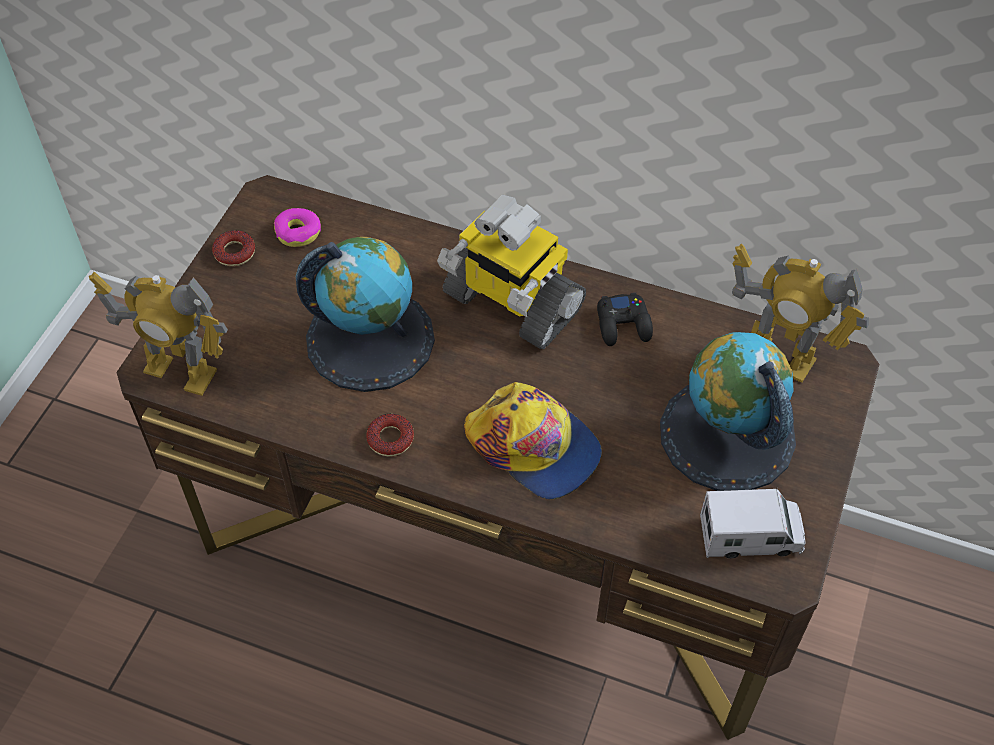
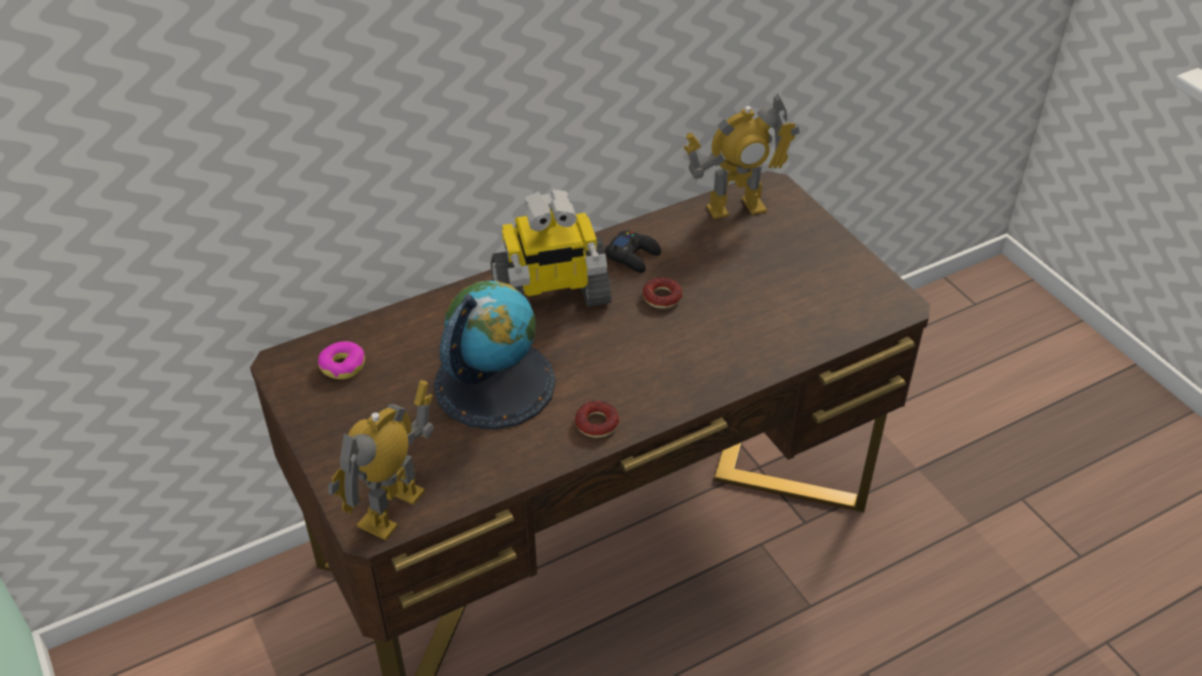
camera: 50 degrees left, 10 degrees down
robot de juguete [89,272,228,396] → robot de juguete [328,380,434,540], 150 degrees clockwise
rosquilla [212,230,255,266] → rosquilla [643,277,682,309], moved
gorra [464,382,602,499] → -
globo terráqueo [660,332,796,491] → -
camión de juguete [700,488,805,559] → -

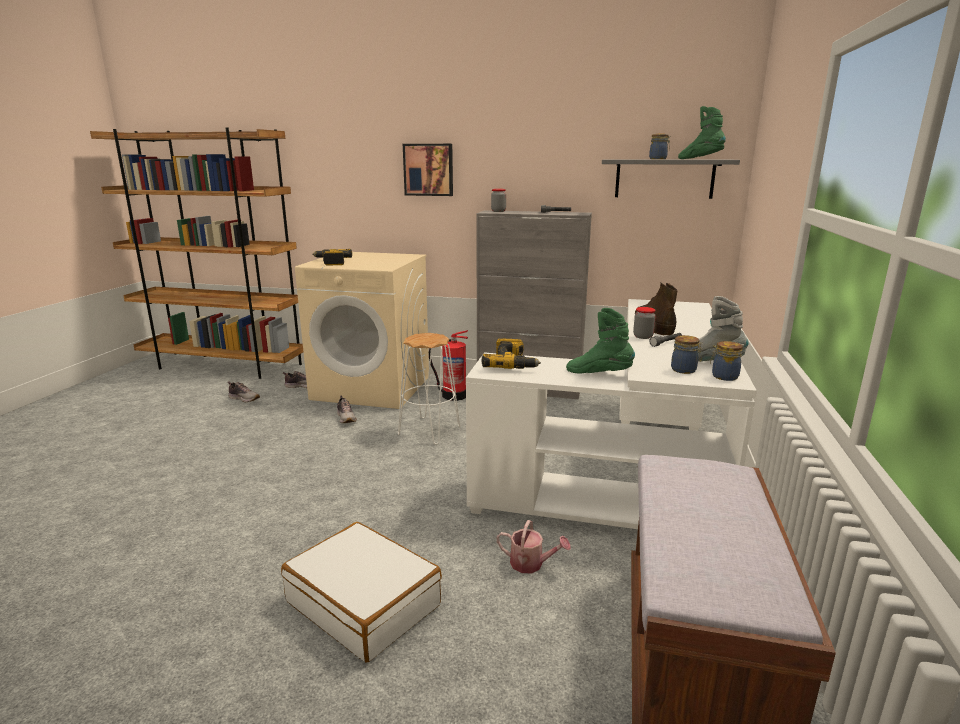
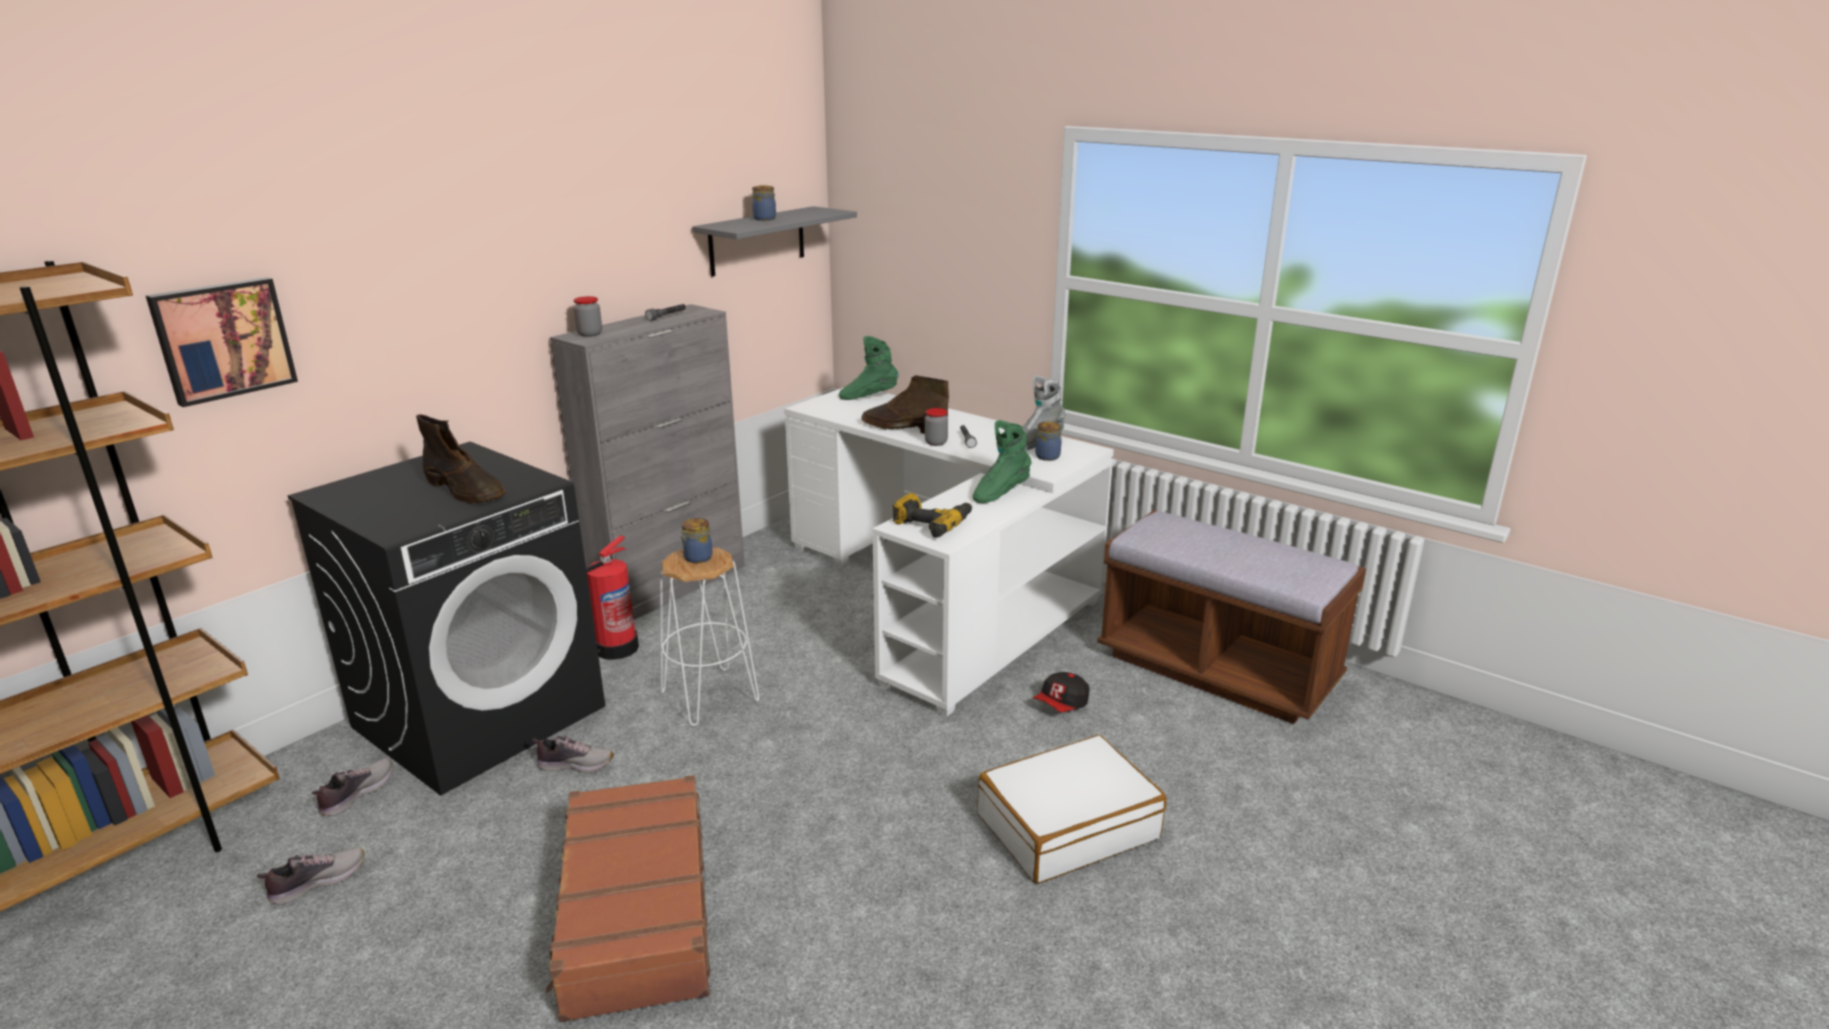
camera: 65 degrees left, 5 degrees up
cuadro [403,144,453,196] → cuadro [146,277,298,407], moved
lavadora [beis] [295,252,429,409] → lavadora [negro] [288,441,605,795]
- → bota [marrón] [416,415,506,504]
- → maleta [marrón] [546,775,710,1022]
tarro [710,341,743,381] → tarro [680,518,713,563], moved
bota [verde] [678,106,726,159] → bota [verde] [839,336,898,400], moved
regadera [496,520,571,573] → gorra [1033,672,1090,712]
taladro [312,249,352,266] → -

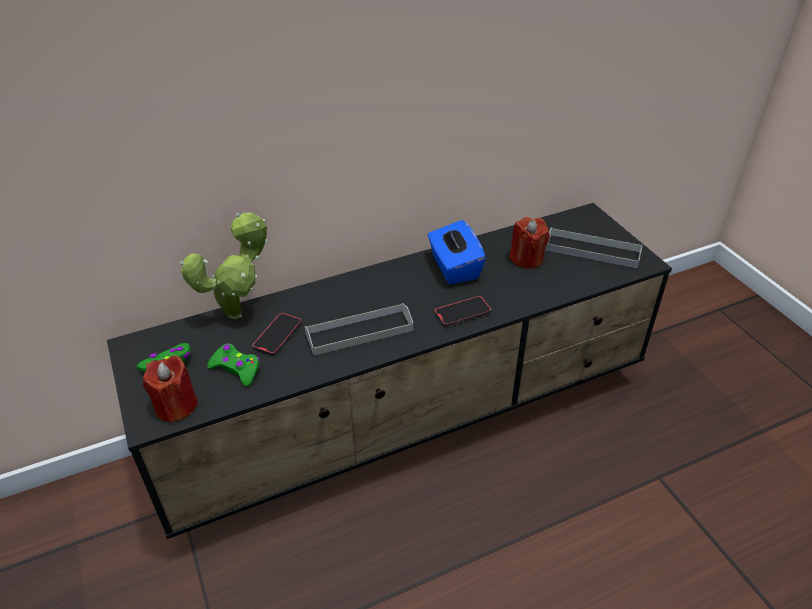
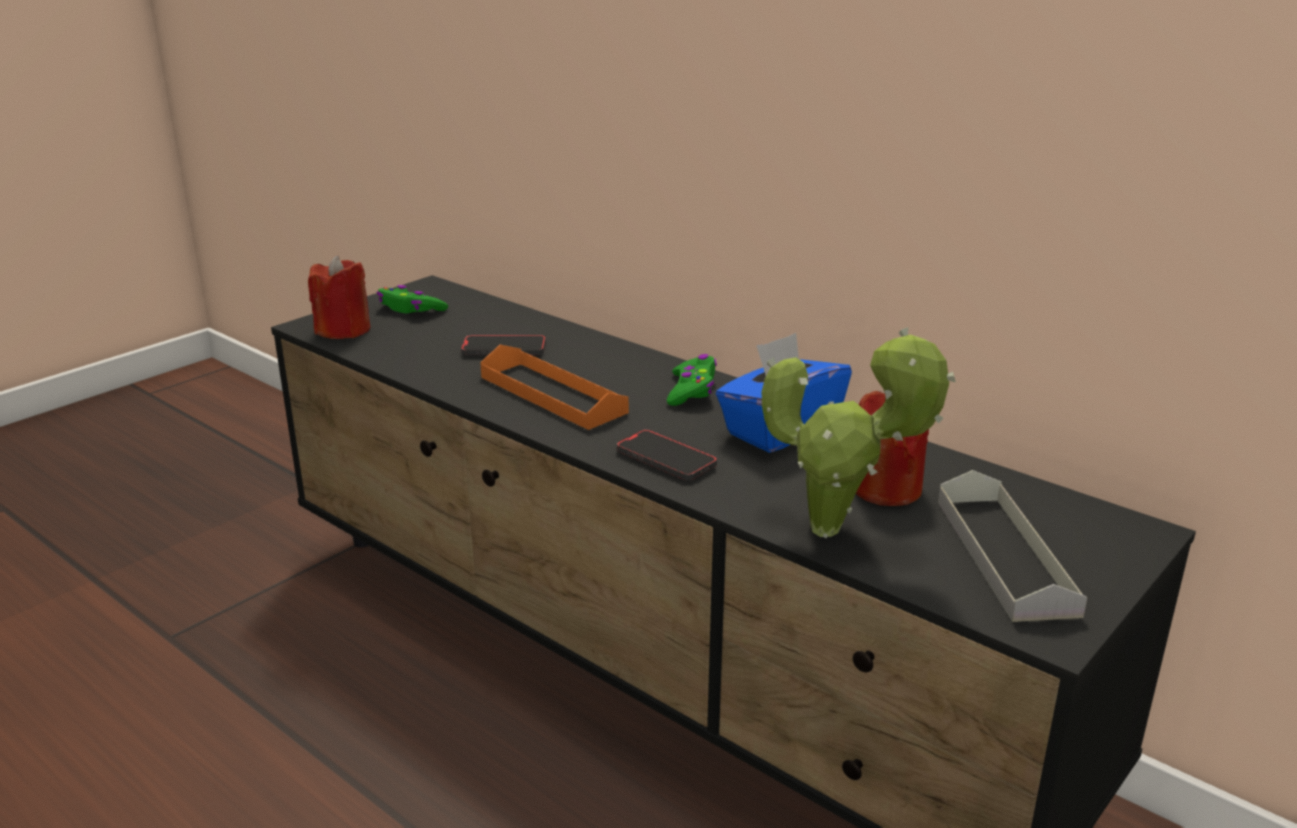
camera: 65 degrees right, 15 degrees down
bandeja [gris] [305,303,413,356] → bandeja [naranja] [480,345,629,430]
mando de consola [verde] [207,343,260,386] → mando de consola [verde] [667,354,717,406], moved
planta en maceta [180,212,267,319] → planta en maceta [762,327,956,538], moved

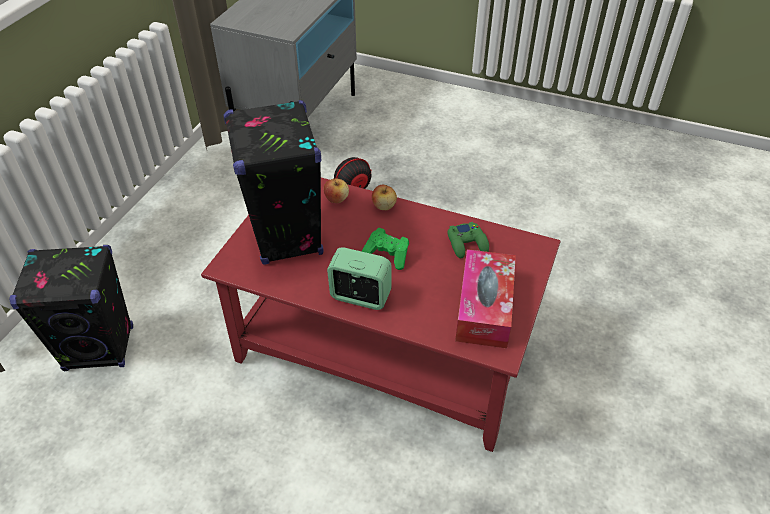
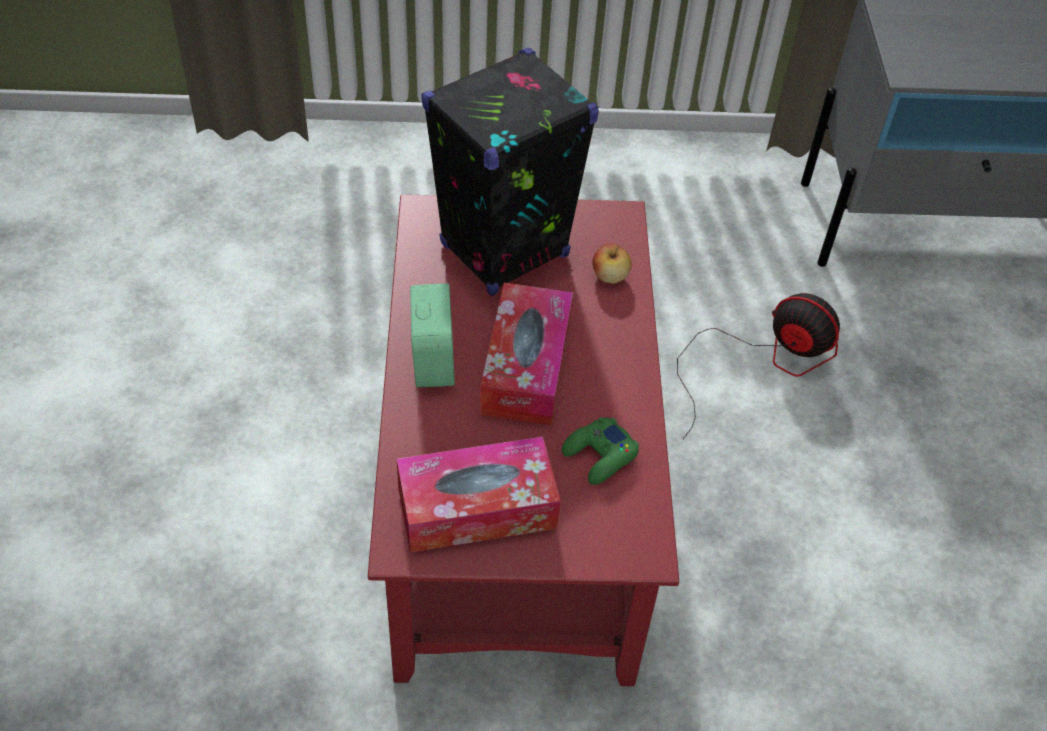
camera: 65 degrees right, 5 degrees up
mando de consola [verde] [362,228,409,270] → caja de pañuelos [480,282,573,426]
altavoz [negro] [9,245,133,371] → -
manzana [372,185,397,210] → -

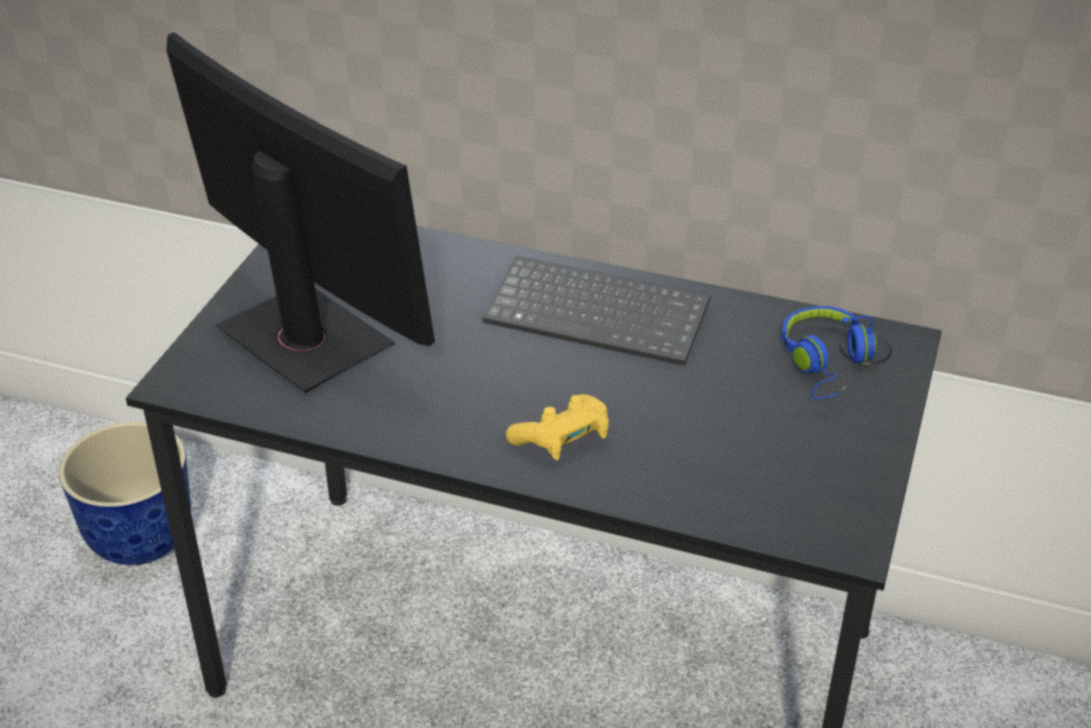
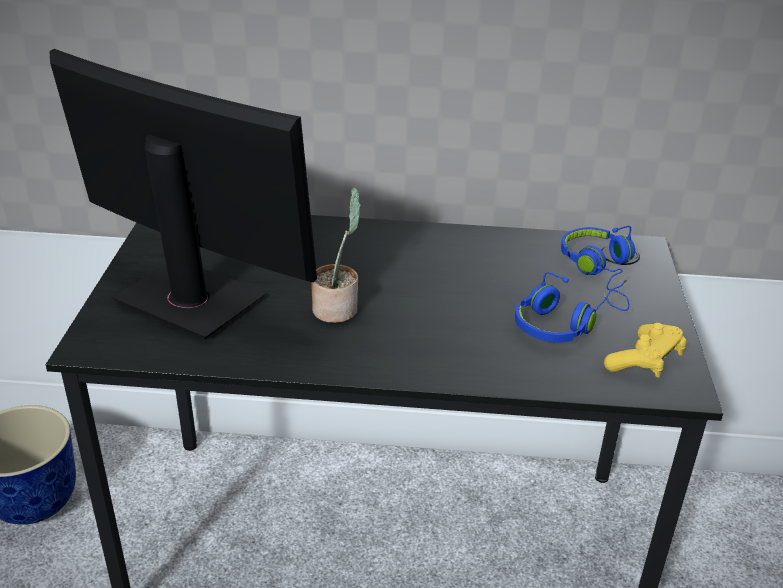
camera: 15 degrees left, 5 degrees down
- → planta en maceta [311,188,361,323]
- → auriculares [azul] [515,272,630,343]
mando de consola [amarillo] [506,394,609,460] → mando de consola [amarillo] [604,323,686,378], moved
teclado [482,256,710,366] → -

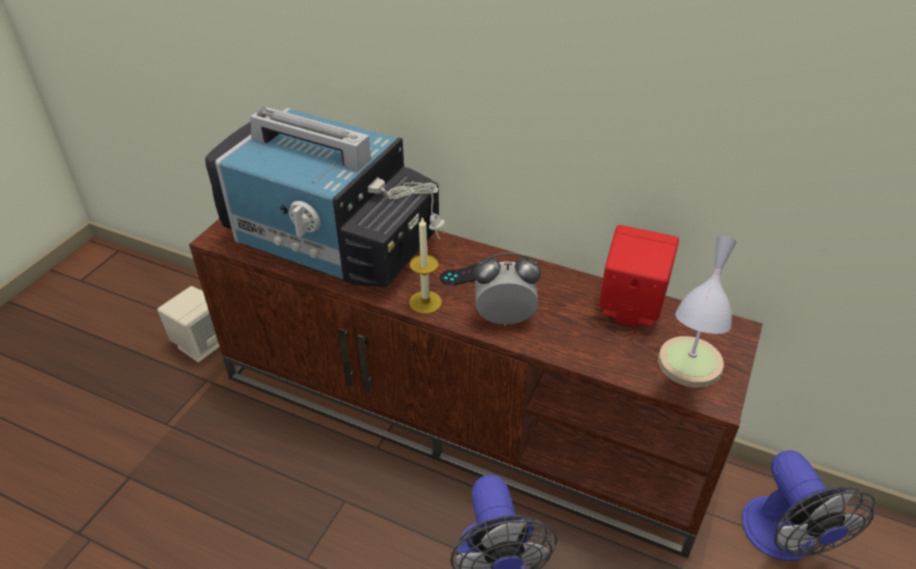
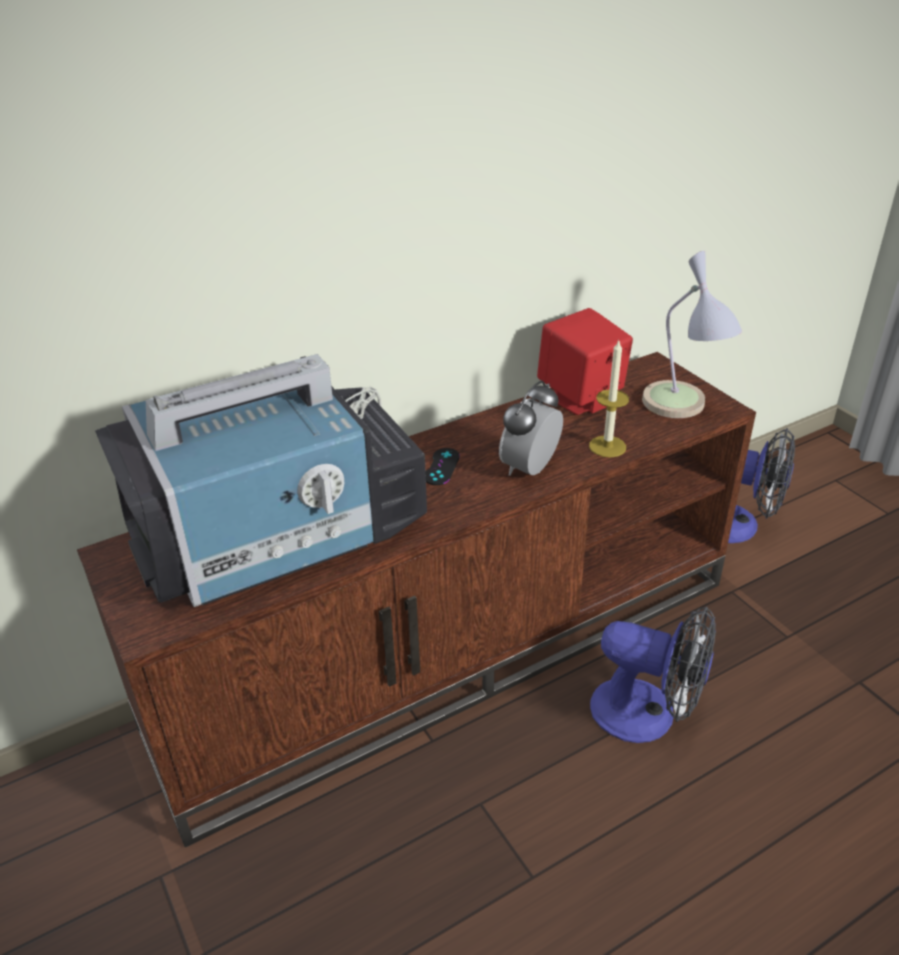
camera: 55 degrees left, 5 degrees down
vela [409,216,442,314] → vela [589,341,629,458], moved
altavoz [beis] [157,286,219,363] → -

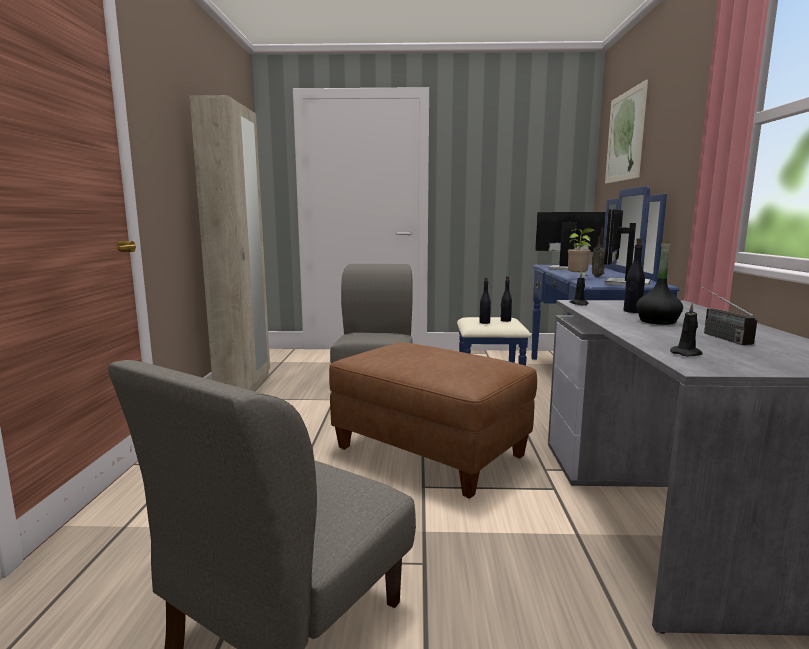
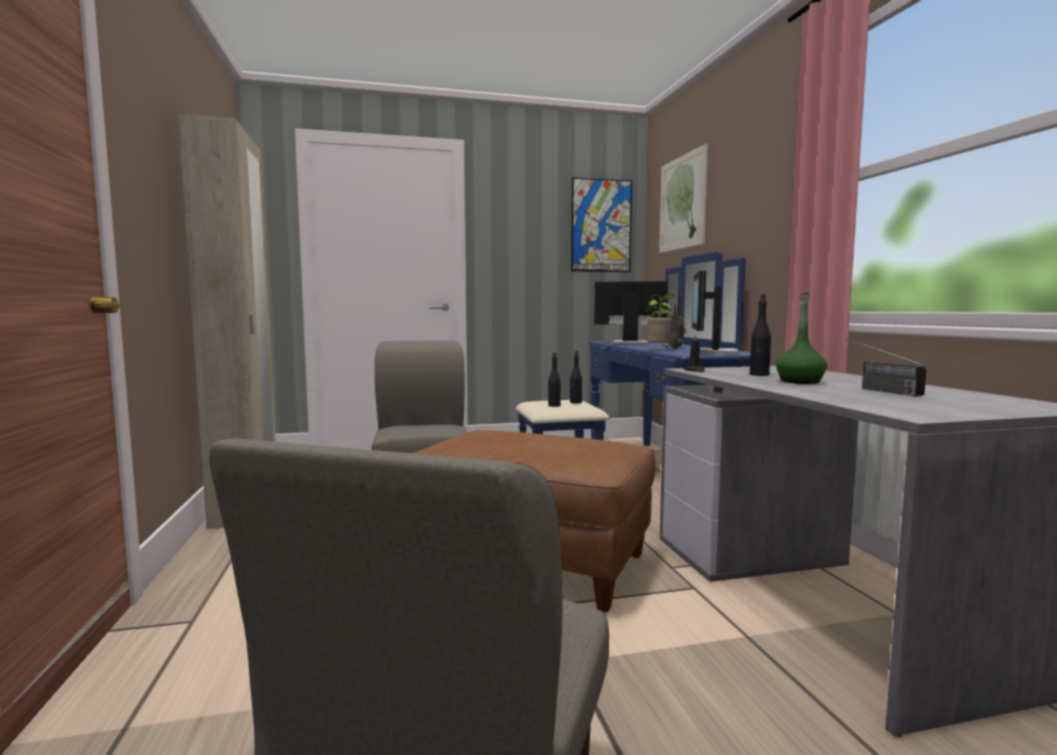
camera: 15 degrees left, 5 degrees down
- → cuadro [571,177,632,272]
botella [negro] [636,241,683,325] → botella [verde] [776,292,827,384]
vela [negro] [670,302,703,356] → -

